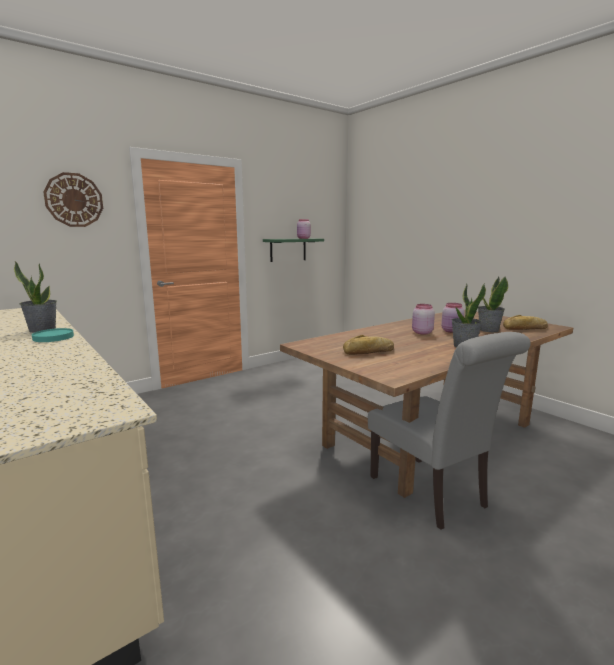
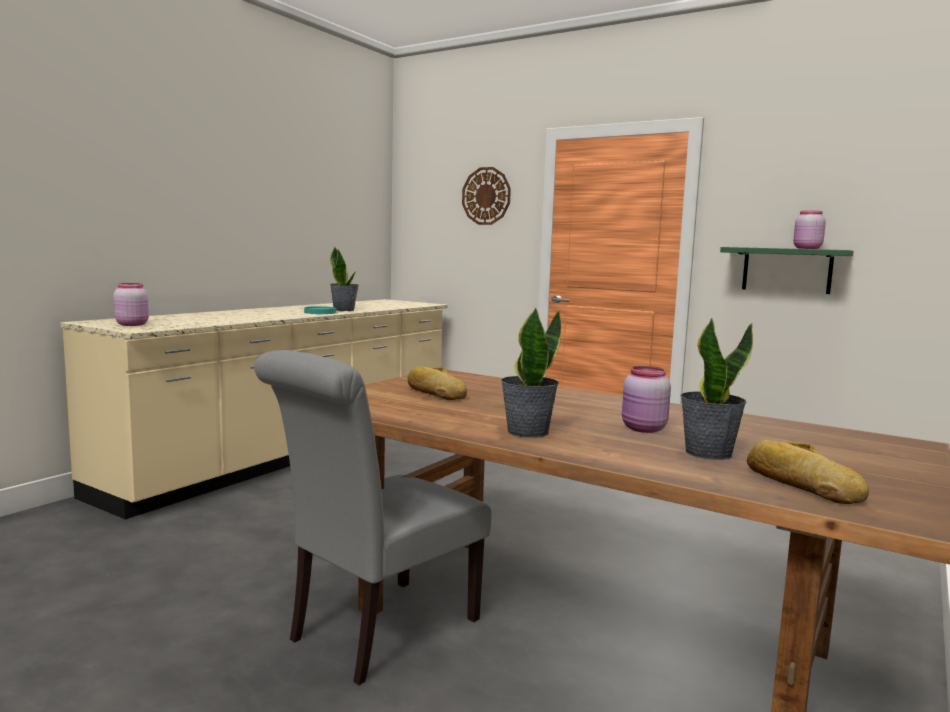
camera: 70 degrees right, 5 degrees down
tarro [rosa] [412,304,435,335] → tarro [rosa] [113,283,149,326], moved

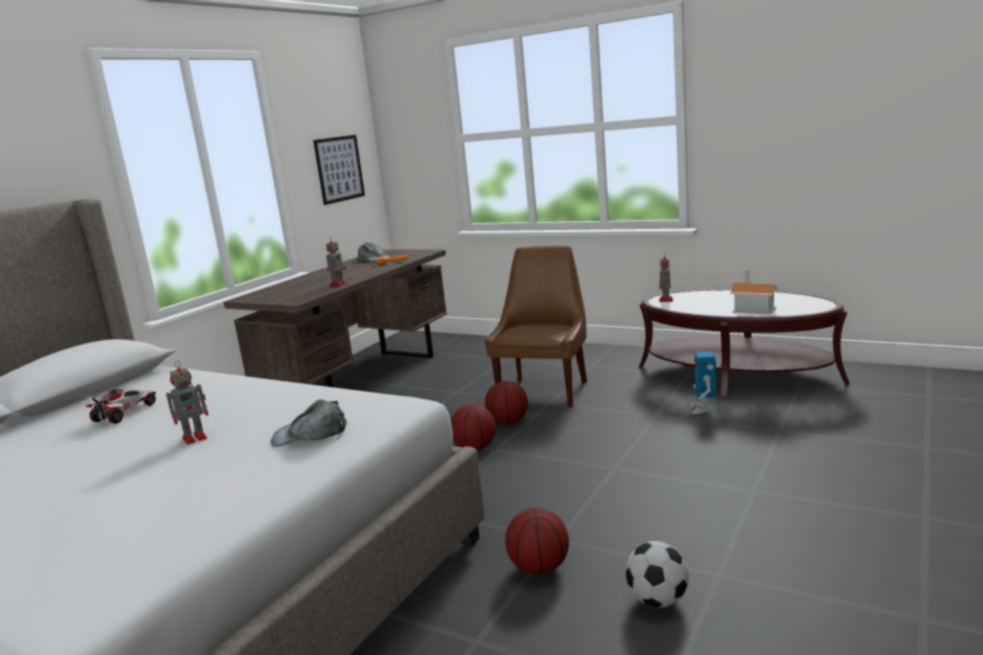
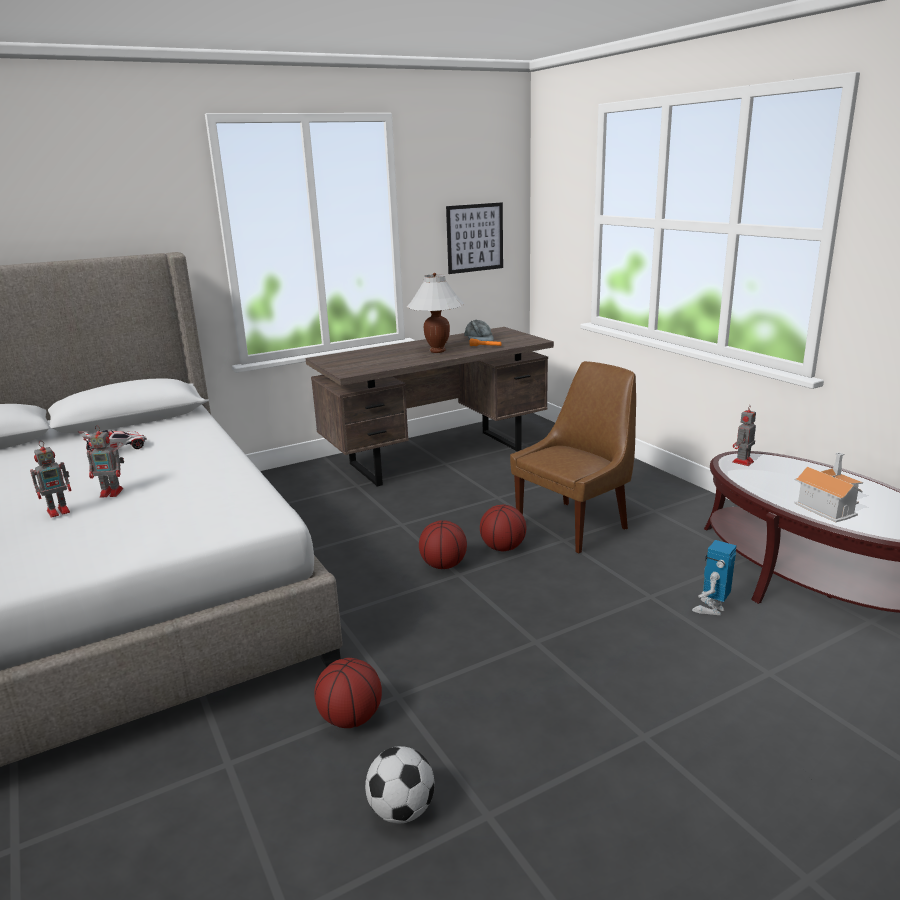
camera: 30 degrees right, 5 degrees up
robot de juguete [326,237,347,286] → robot de juguete [30,441,72,518], moved
- → lámpara de mesa [blanco] [407,273,464,353]
gorra [gris] [271,400,347,447] → -

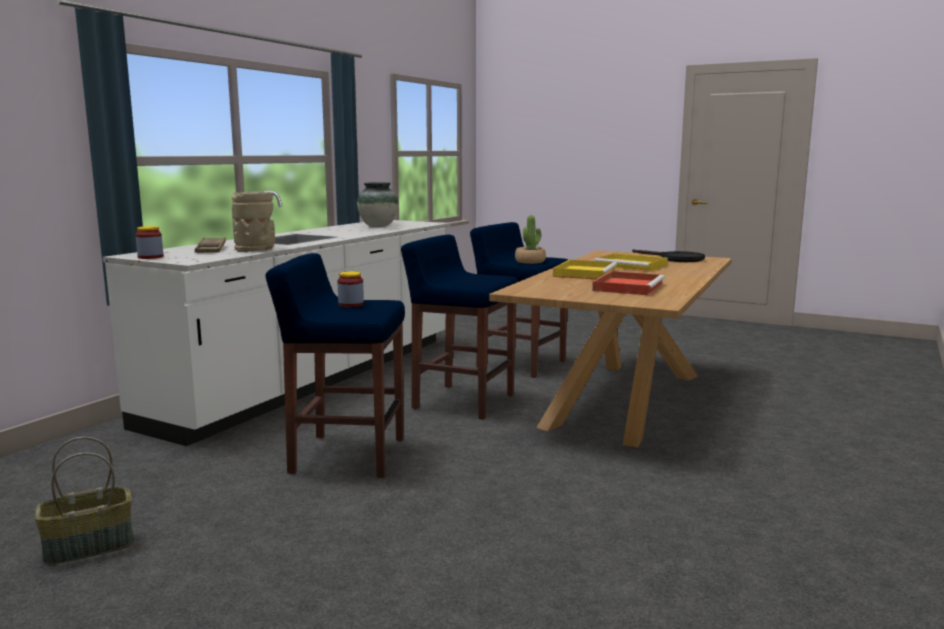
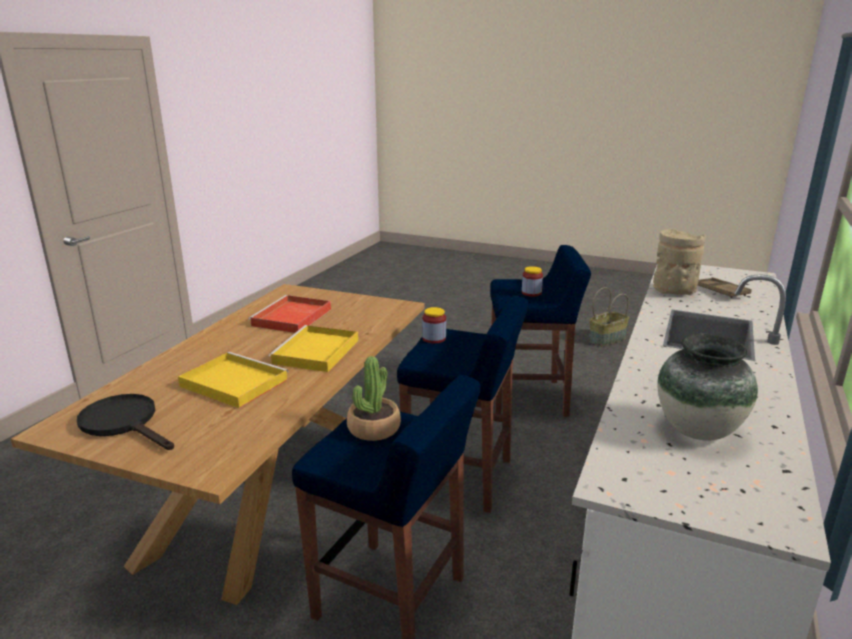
camera: 175 degrees right, 10 degrees up
tarro [136,226,163,259] → tarro [422,307,446,343], moved

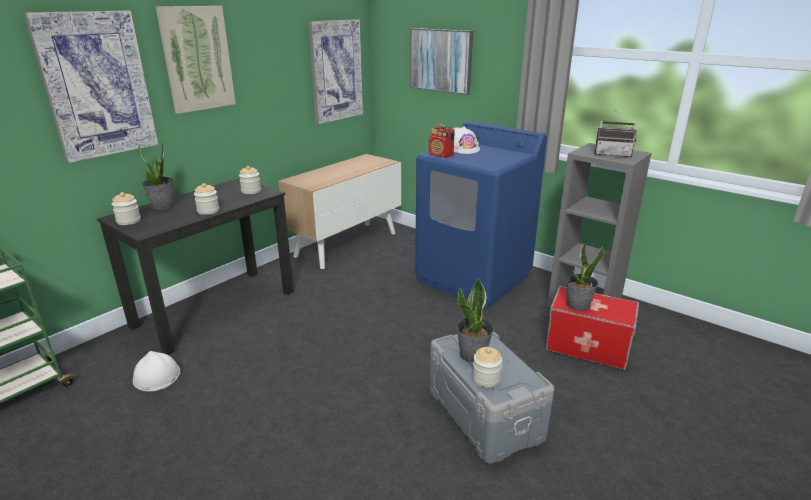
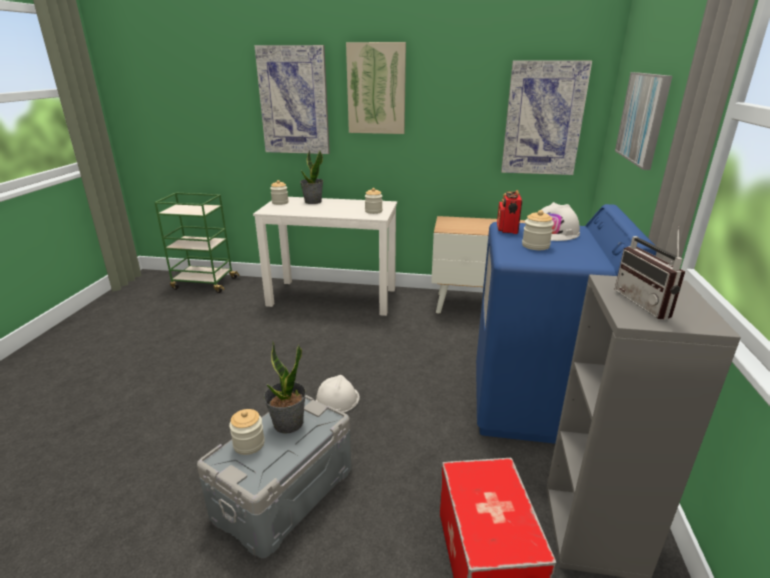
camera: 60 degrees right, 0 degrees up
escritorio [negro] [97,178,294,355] → escritorio [blanco] [253,197,397,316]
casco [blanco] [133,351,180,391] → casco [blanco] [316,375,360,413], moved
tarro [194,183,219,215] → tarro [522,210,554,250], moved
planta en maceta [566,240,604,311] → -

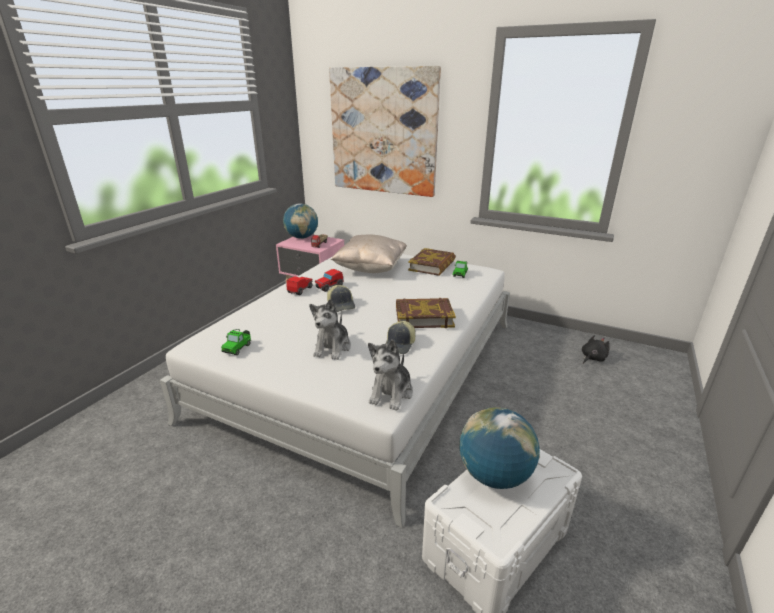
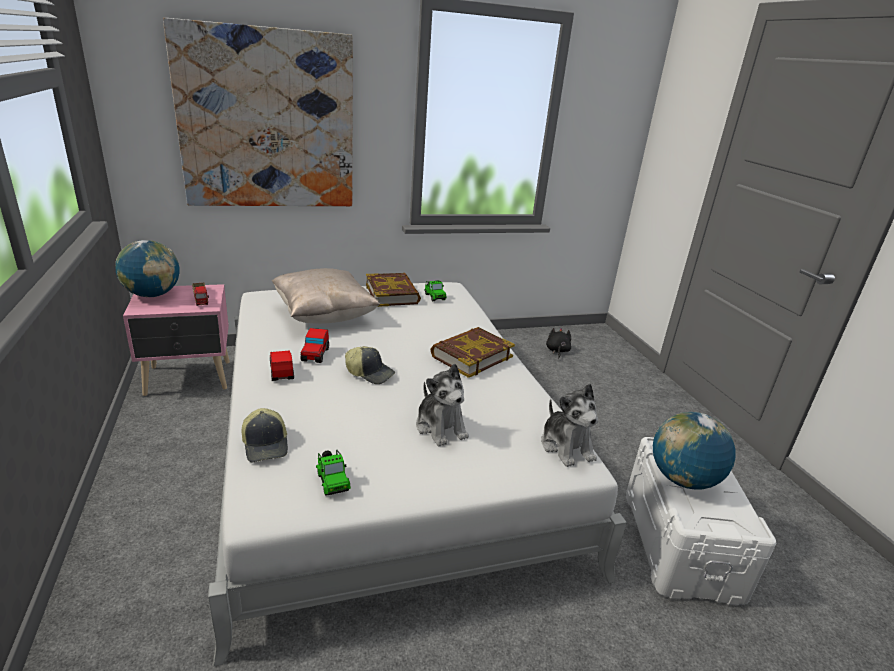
camera: 45 degrees left, 0 degrees up
gorra [385,321,415,354] → gorra [242,408,288,462], moved

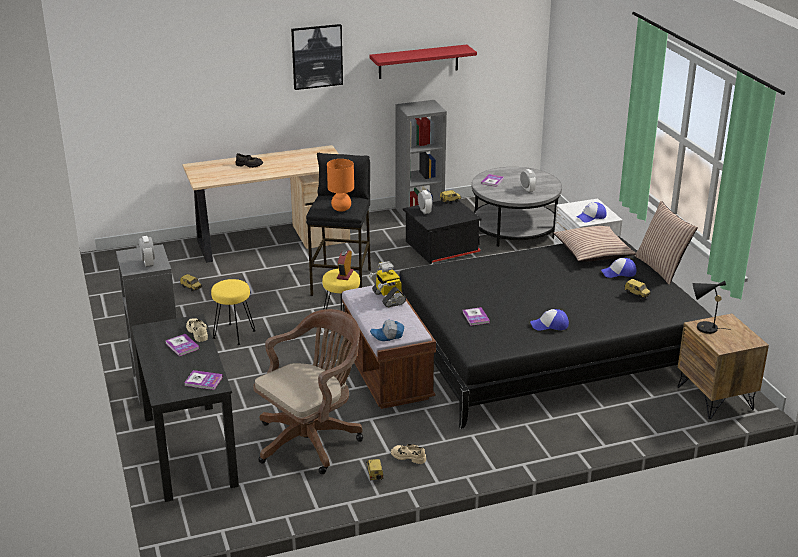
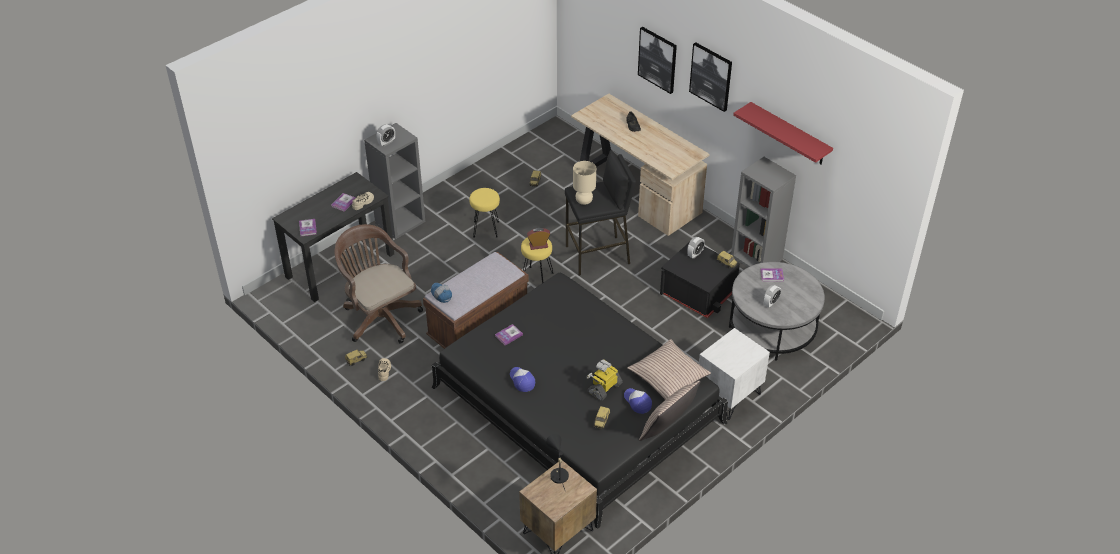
camera: 65 degrees right, 15 degrees up
silla de oficina [marrón] [253,309,363,474] → silla de oficina [marrón] [335,224,423,344], 150 degrees counterclockwise
lámpara de mesa [naranja] [327,159,354,212] → lámpara de mesa [beis] [573,161,596,205]
robot de juguete [369,261,406,308] → robot de juguete [586,359,623,401], moved
- → cuadro [638,27,677,94]
gorra [576,202,607,222] → -

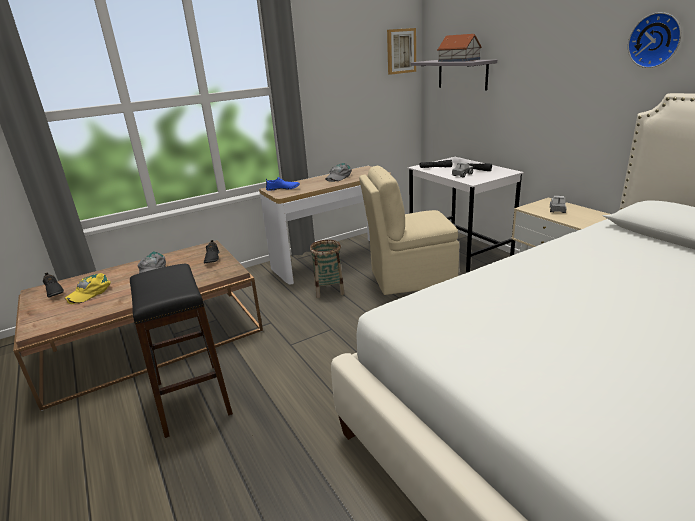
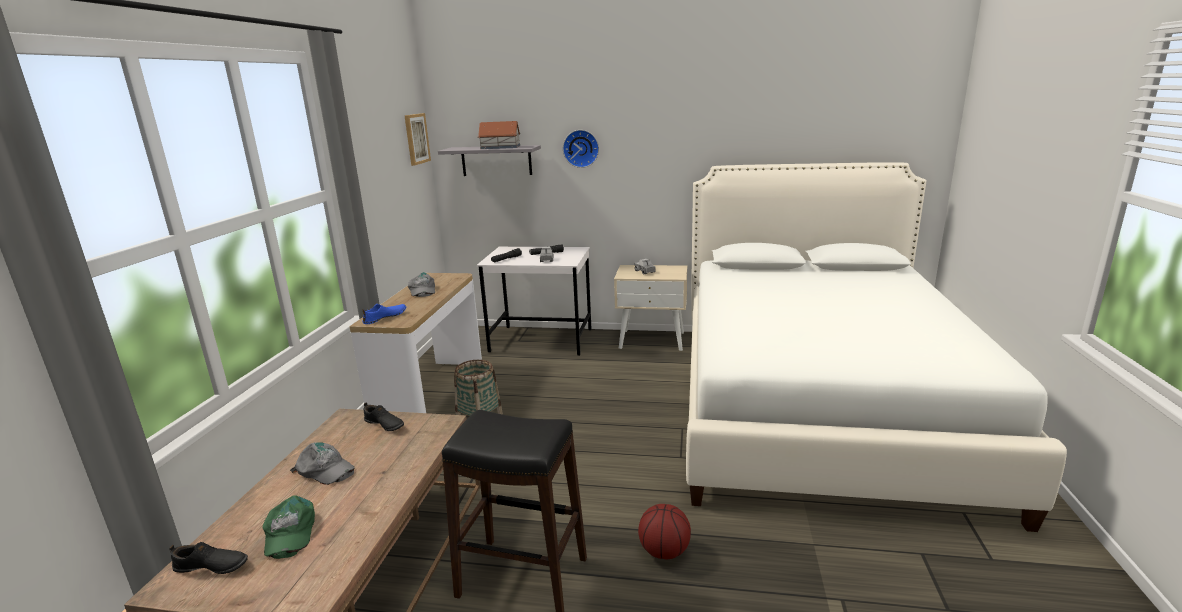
camera: 50 degrees left, 5 degrees down
gorra [amarillo] [65,273,111,304] → gorra [verde] [262,495,315,559]
reloj de pared [628,12,681,68] → reloj de pared [563,130,599,168], moved
- → balón de baloncesto [638,504,691,559]
silla [beis] [359,166,459,295] → -

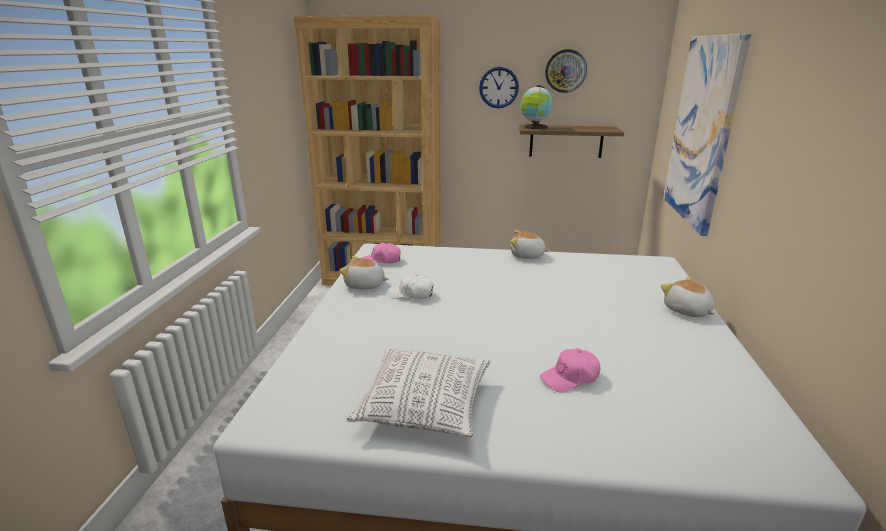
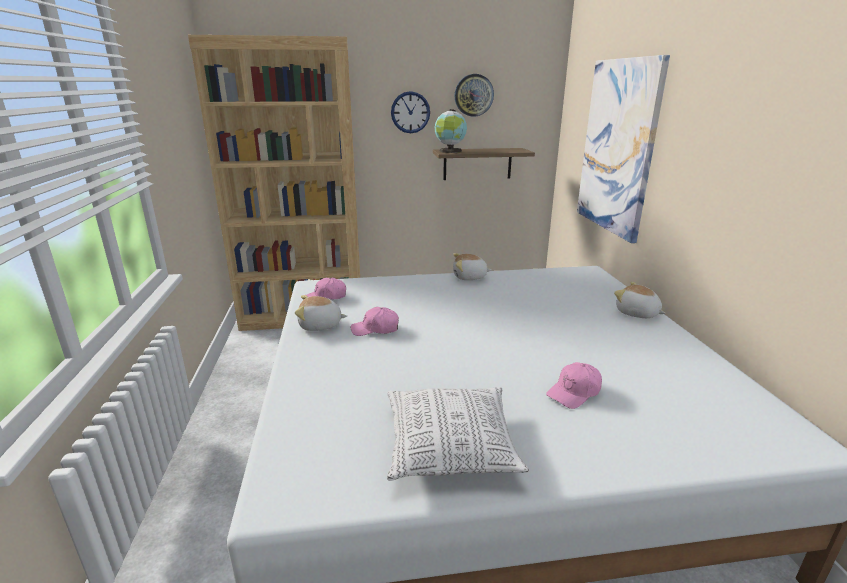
camera: 15 degrees left, 0 degrees up
gorra [blanco] [388,273,433,299] → gorra [rosa] [351,307,399,336]

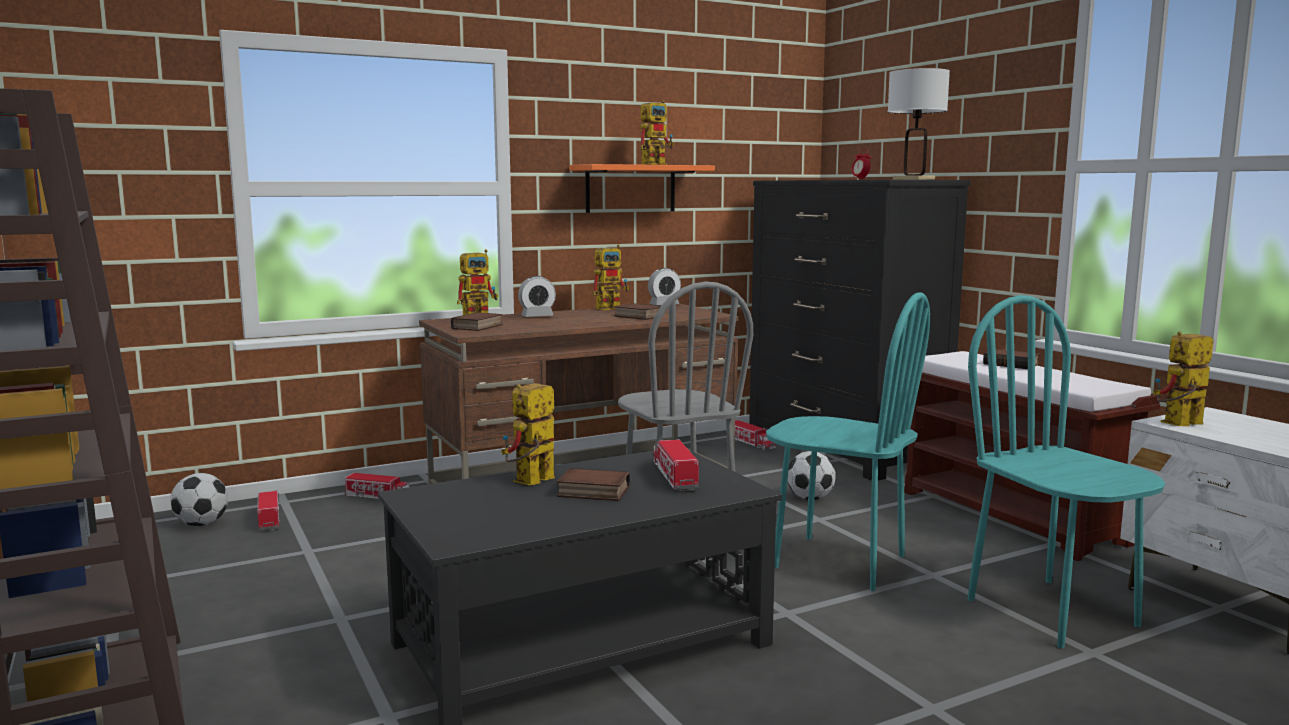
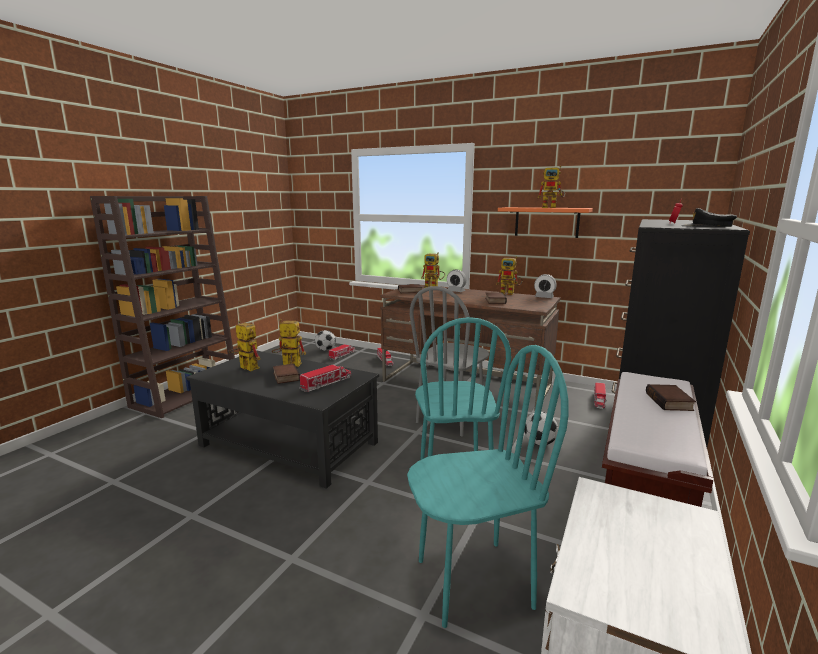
camera: 55 degrees right, 5 degrees up
robot de juguete [1153,331,1213,426] → robot de juguete [228,321,260,371], moved
silla [turquesa] [968,295,1165,648] → silla [turquesa] [407,345,569,628], 45 degrees clockwise
lámpara de mesa [blanco] [888,68,950,180] → gorra [negro] [681,208,737,227]

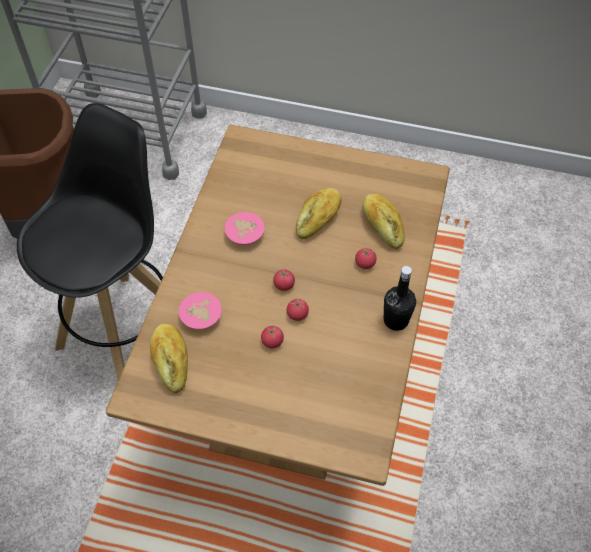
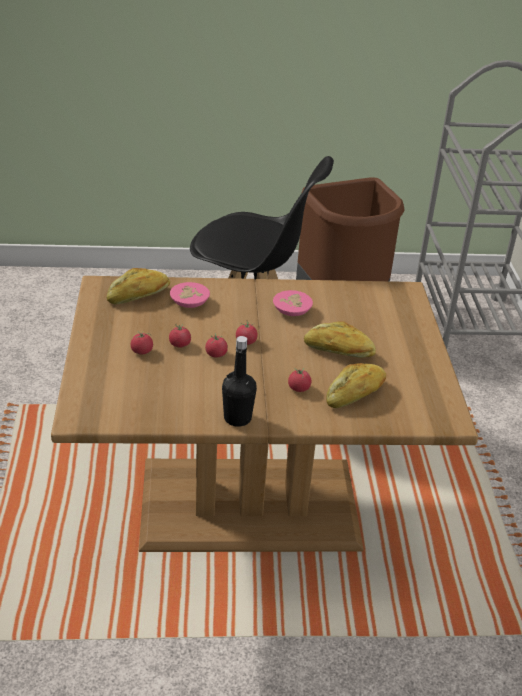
camera: 70 degrees right, 20 degrees down
- → tomate [131,331,153,355]

